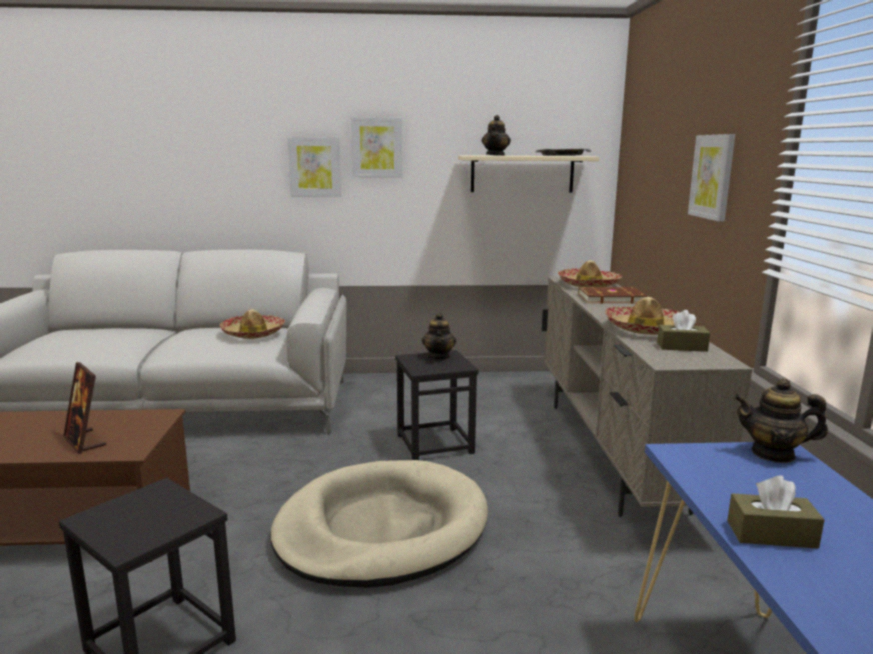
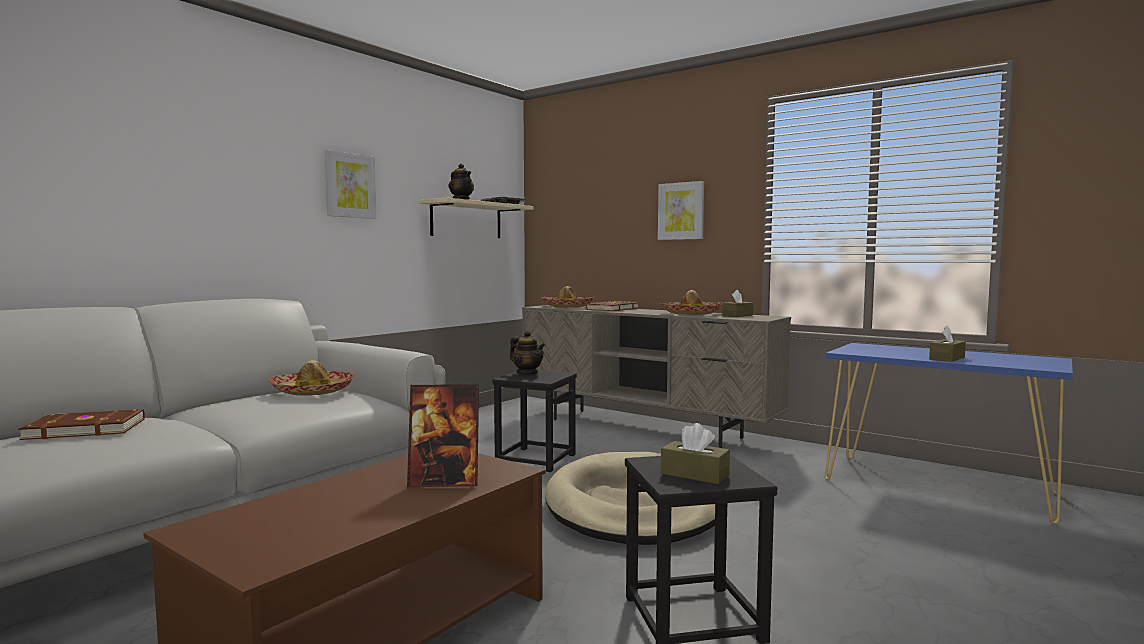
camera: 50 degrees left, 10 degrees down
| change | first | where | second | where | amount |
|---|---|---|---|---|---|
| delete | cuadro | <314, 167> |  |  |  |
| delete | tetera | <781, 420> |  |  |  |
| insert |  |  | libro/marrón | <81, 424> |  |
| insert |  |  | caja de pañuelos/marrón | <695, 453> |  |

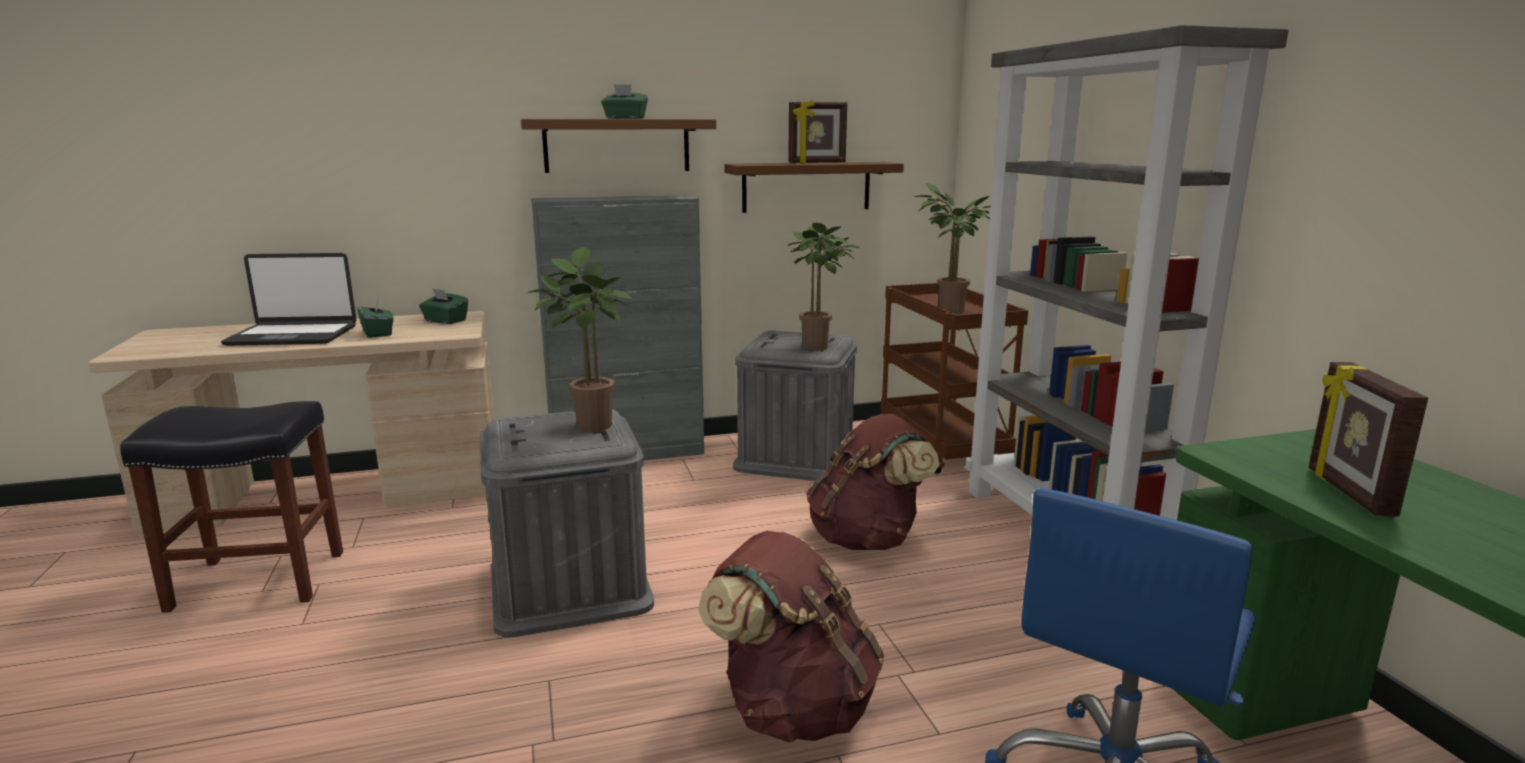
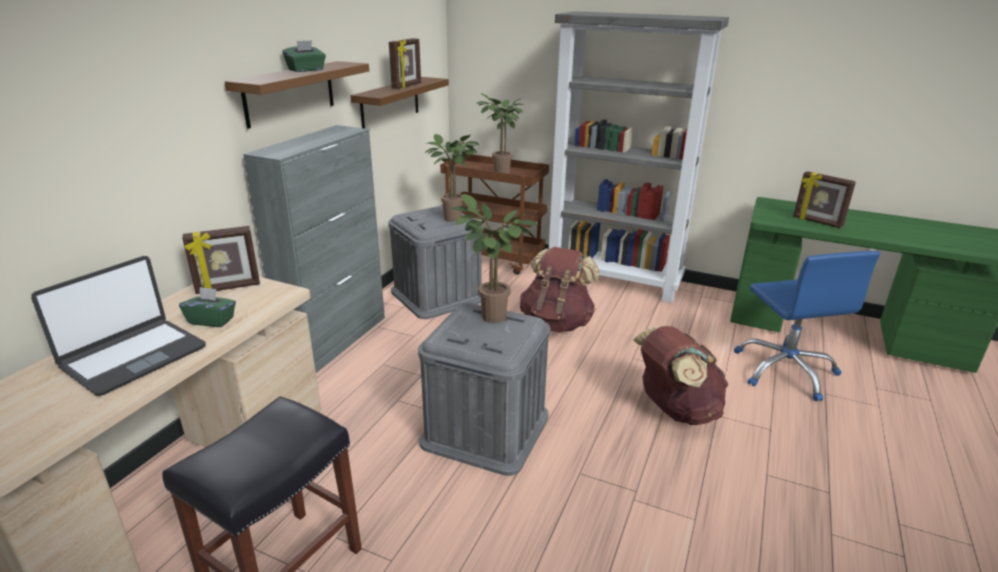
camera: 50 degrees left, 10 degrees up
| change | first | where | second | where | amount |
|---|---|---|---|---|---|
| replace | caja de pañuelos/verde | <443, 306> | portarretratos | <221, 260> |  |

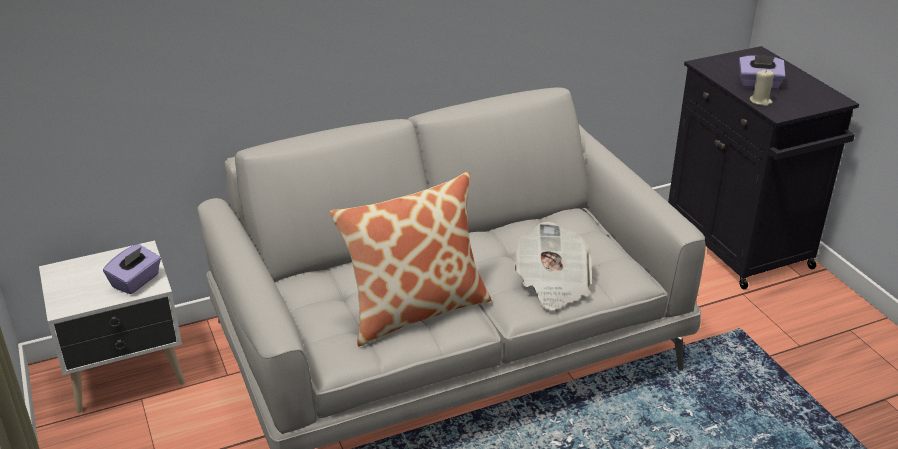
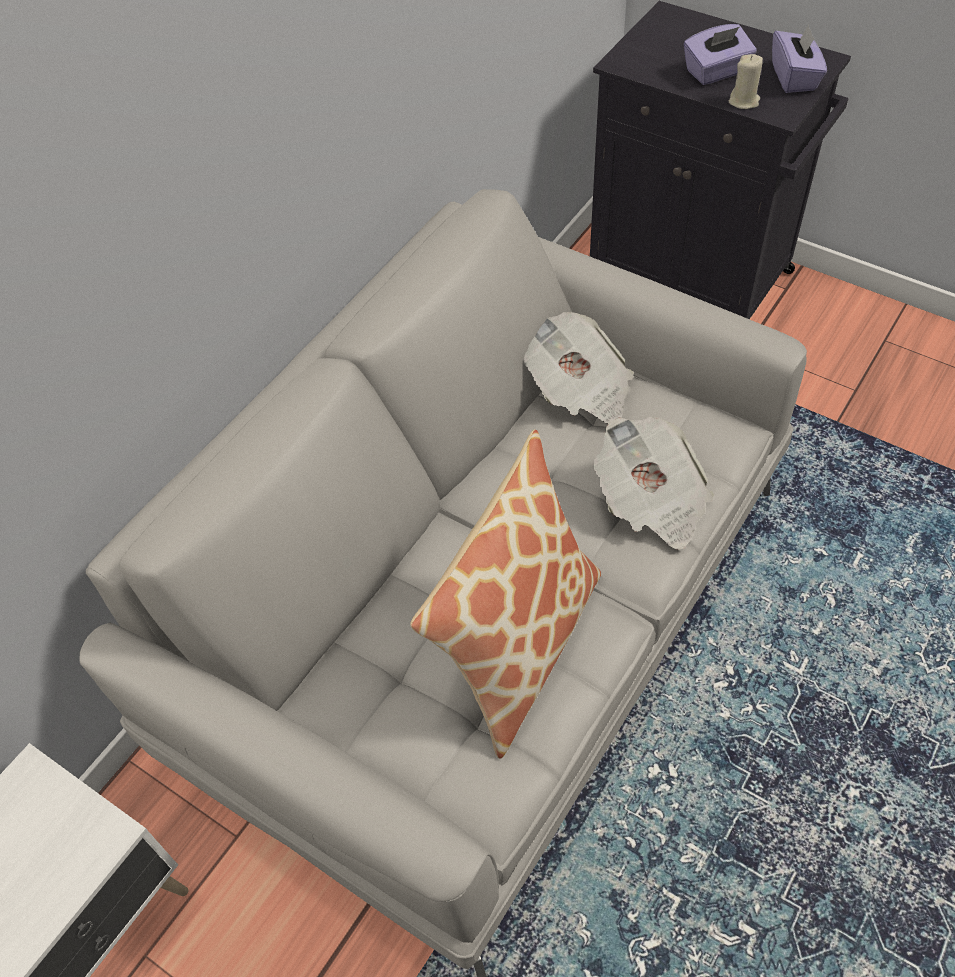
camera: 30 degrees left, 20 degrees up
| change | first | where | second | where | amount |
|---|---|---|---|---|---|
| move | caja de pañuelos/morado | <132, 269> |  | <799, 58> |  |
| insert |  |  | periódico | <579, 368> |  |

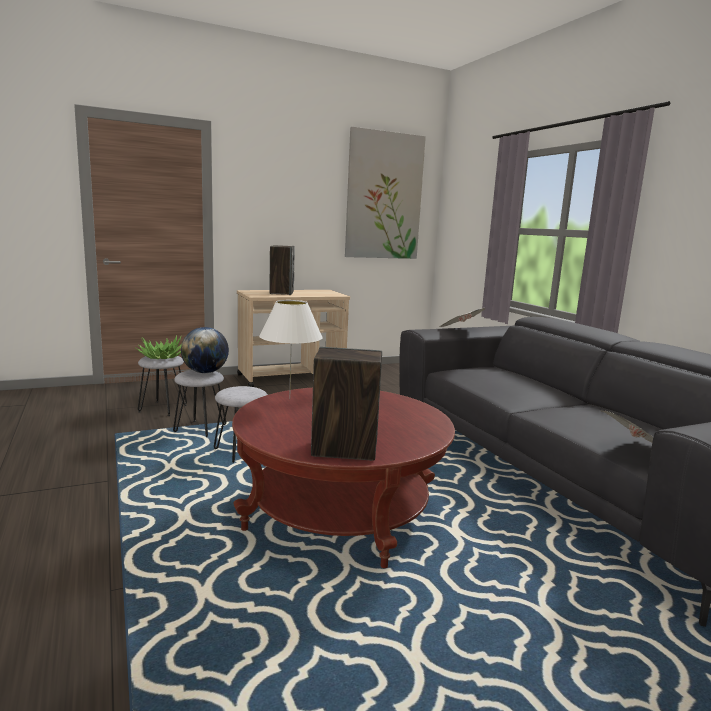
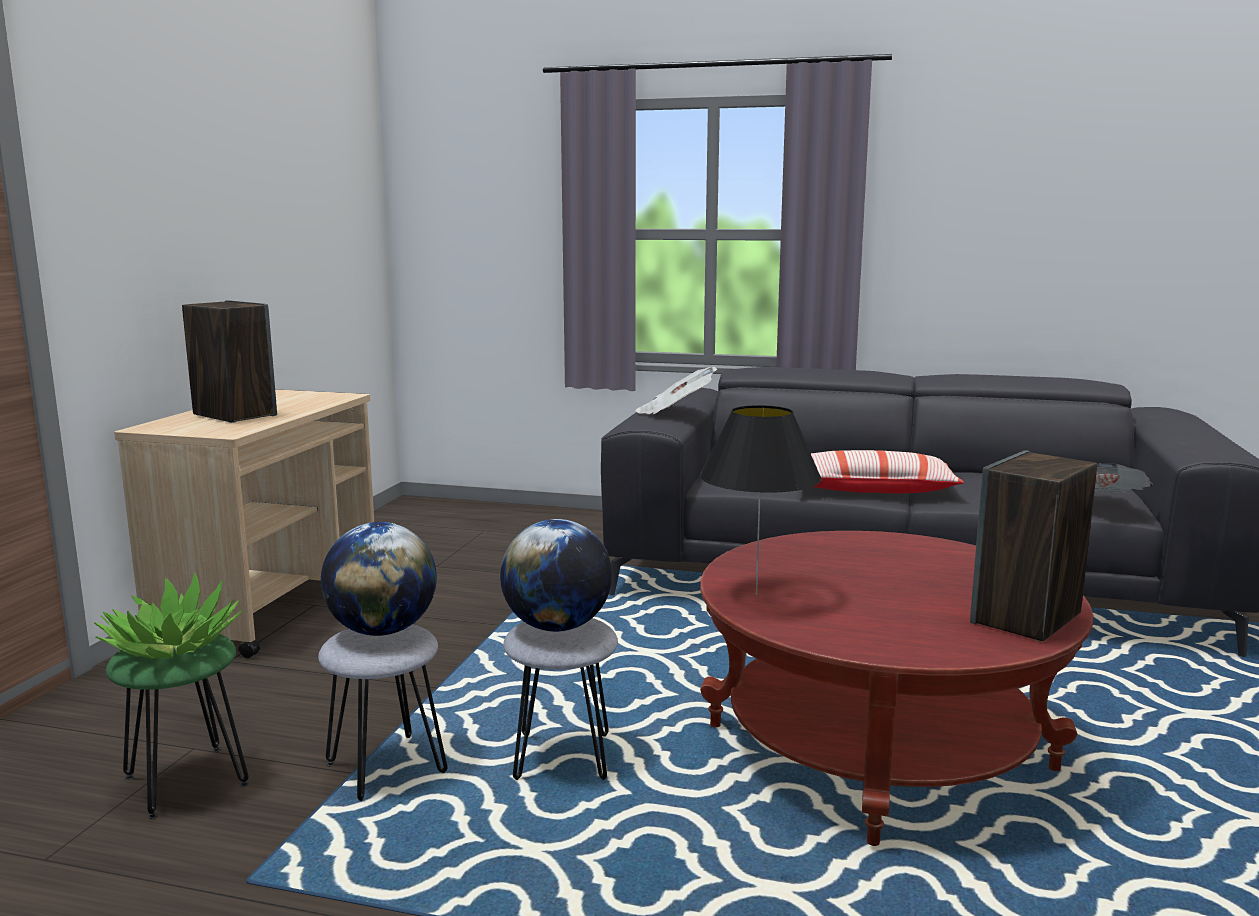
camera: 50 degrees left, 0 degrees up
| change | first | where | second | where | amount |
|---|---|---|---|---|---|
| recolor | taburete/gris | <162, 385> | taburete/verde | <177, 726> |  |
| recolor | lámpara de mesa/blanco | <291, 349> | lámpara de mesa/negro | <761, 500> |  |
| delete | cuadro | <385, 193> |  |  |  |
| insert |  |  | globo terráqueo | <556, 575> |  |
| insert |  |  | cojín | <887, 471> |  |

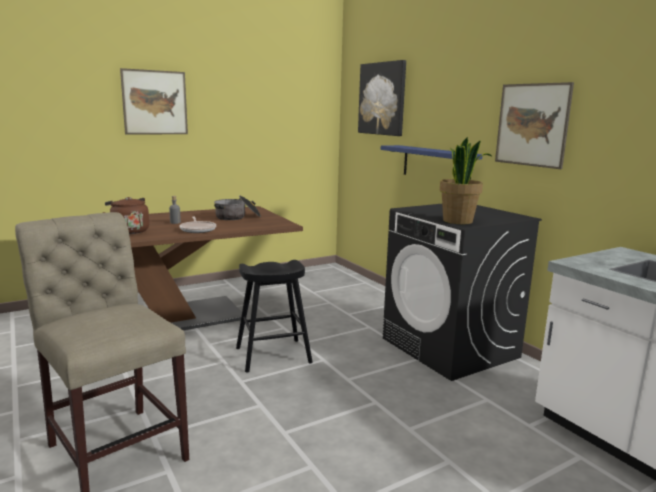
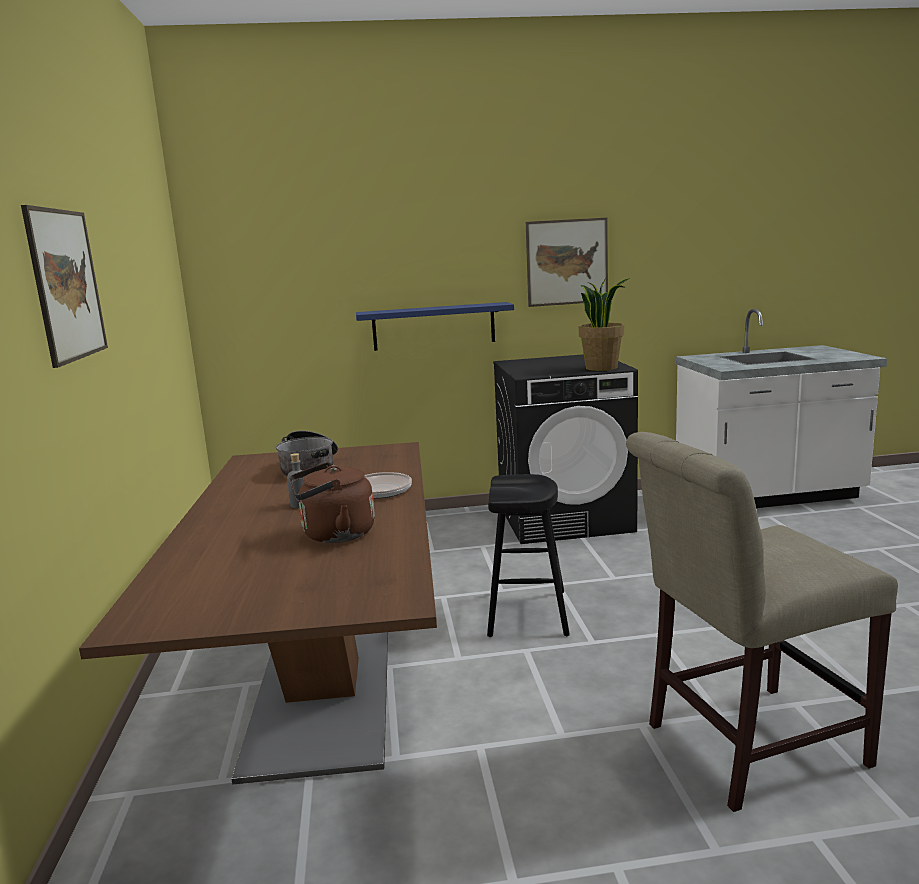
camera: 65 degrees left, 0 degrees up
| change | first | where | second | where | amount |
|---|---|---|---|---|---|
| delete | cuadro | <382, 98> |  |  |  |

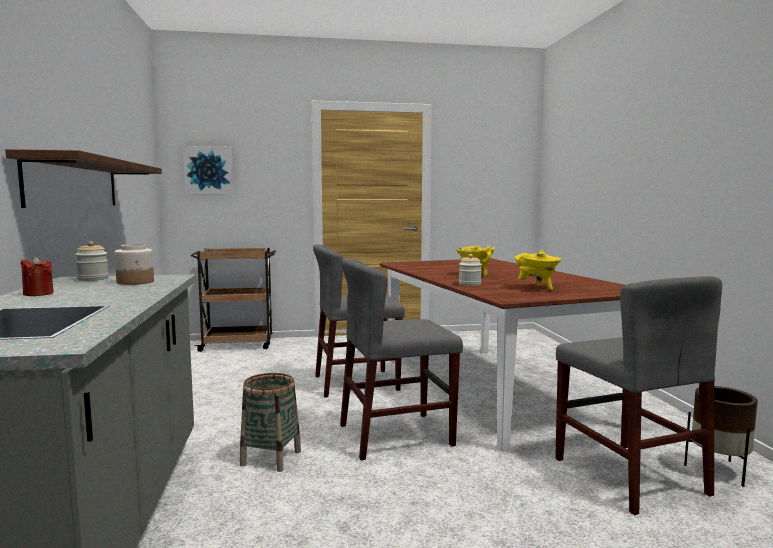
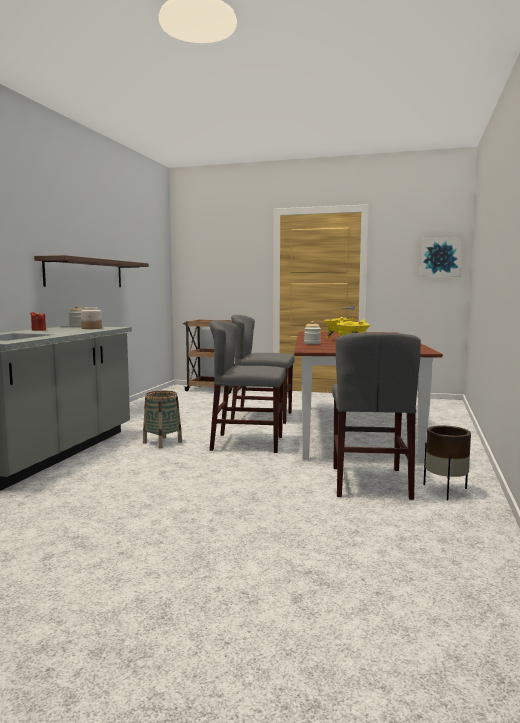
camera: 25 degrees right, 0 degrees up
| change | first | where | second | where | amount |
|---|---|---|---|---|---|
| move | cuadro | <208, 170> |  | <442, 257> |  |

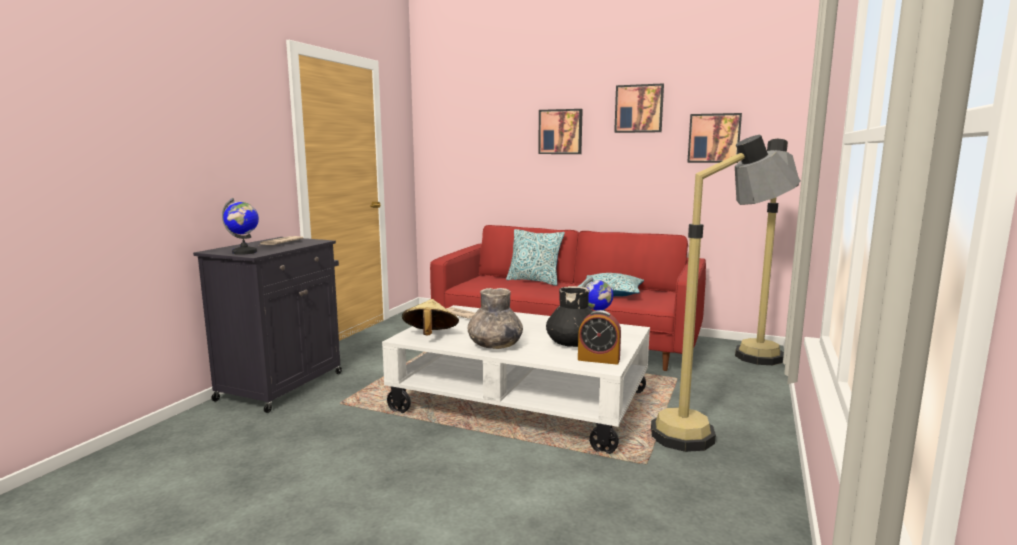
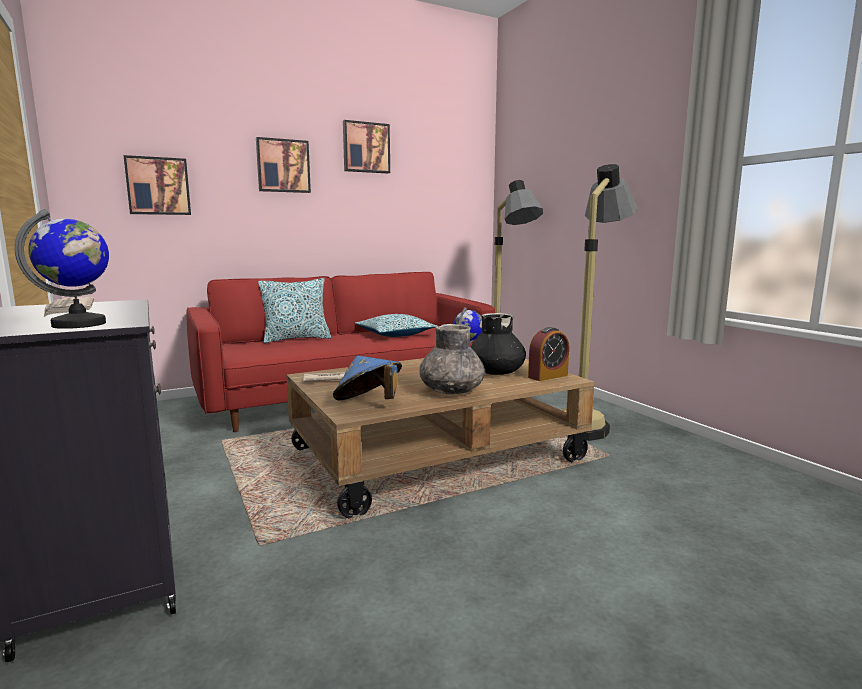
camera: 50 degrees left, 0 degrees up
| change | first | where | second | where | amount |
|---|---|---|---|---|---|
| recolor | mesa de centro/blanco | <516, 379> | mesa de centro/marrón | <440, 438> |  |
| recolor | sombrero/beis | <430, 317> | sombrero/azul | <367, 378> |  |
| move | cuadro | <714, 138> |  | <157, 185> |  |

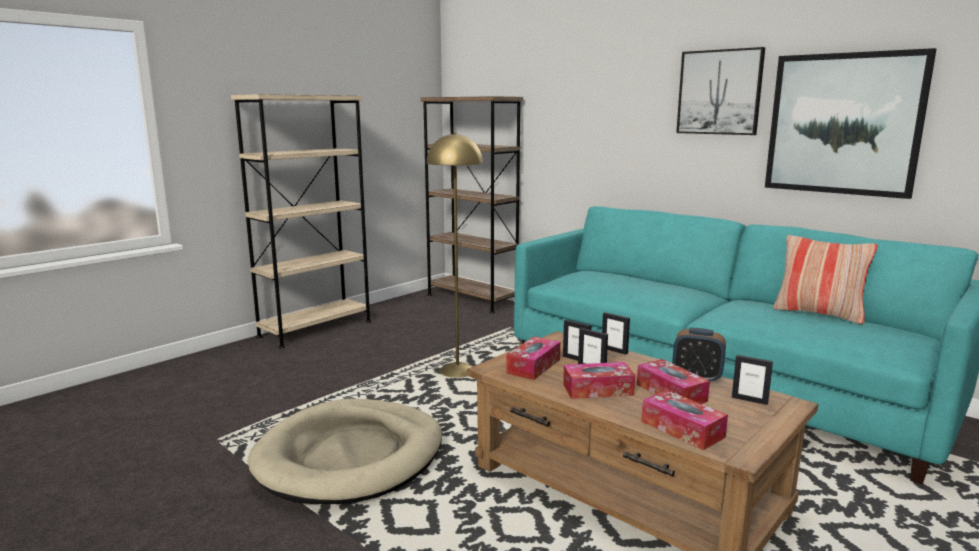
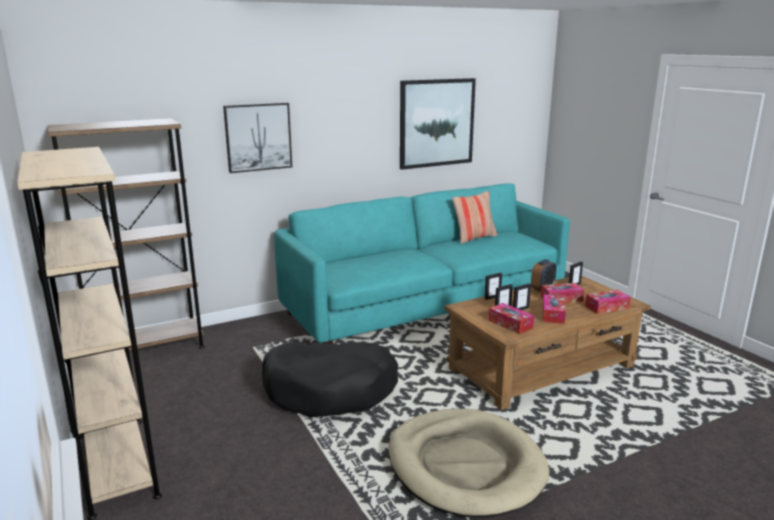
camera: 70 degrees left, 5 degrees up
| change | first | where | second | where | amount |
|---|---|---|---|---|---|
| replace | lámpara de pie/amarillo | <455, 255> | cama para perro/negro | <330, 379> |  |
| move | cuadro | <720, 91> |  | <257, 138> |  |

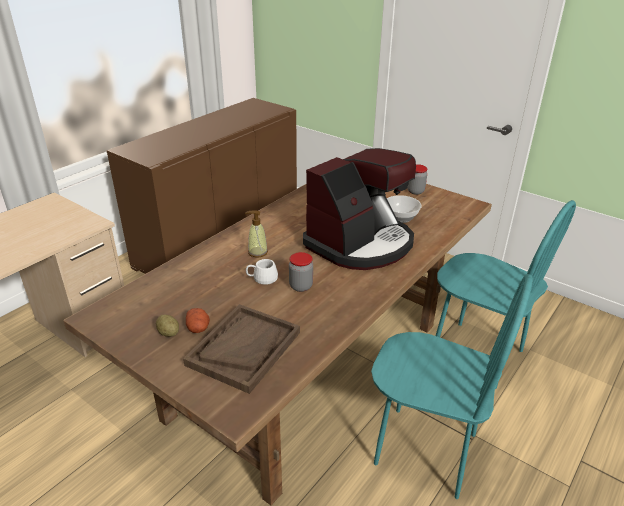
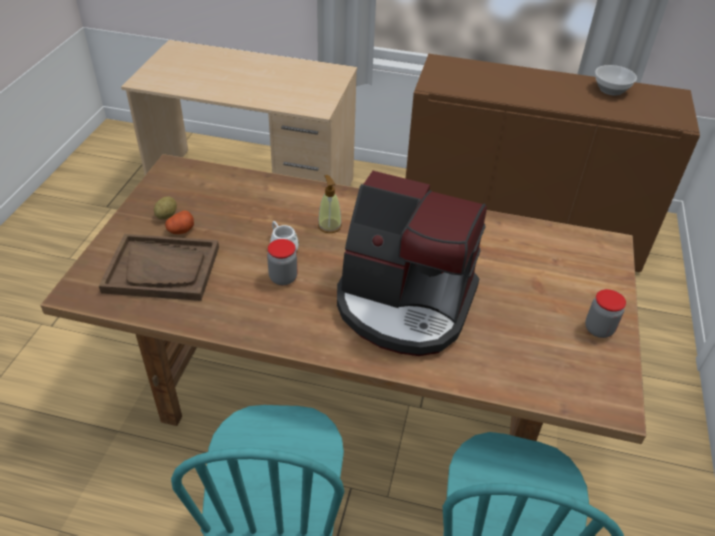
camera: 65 degrees right, 10 degrees up
| change | first | where | second | where | amount |
|---|---|---|---|---|---|
| move | cuenco | <404, 209> |  | <616, 80> |  |

